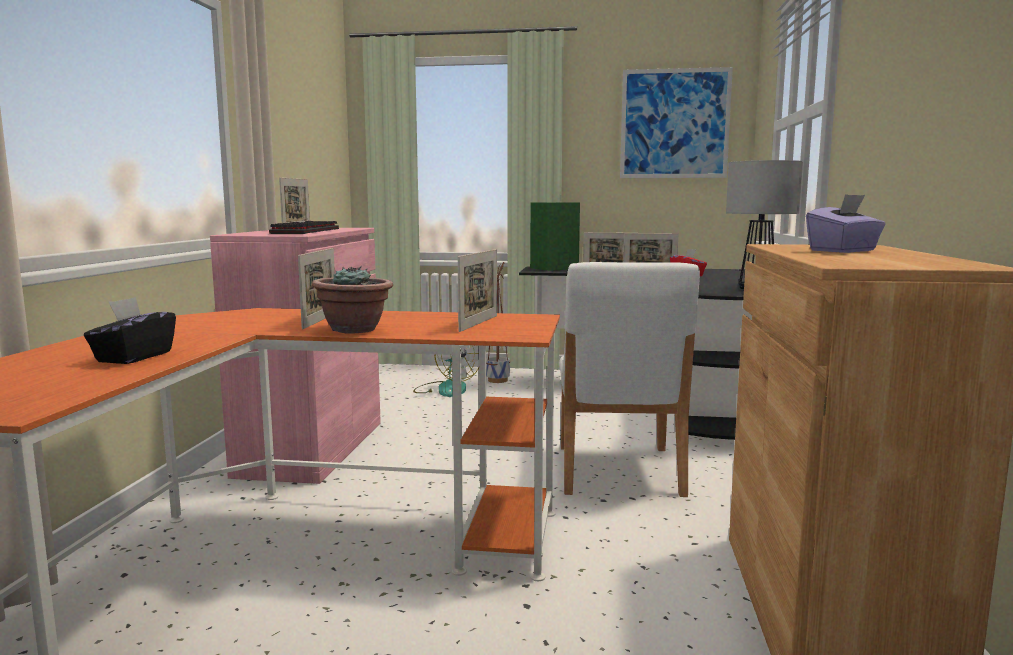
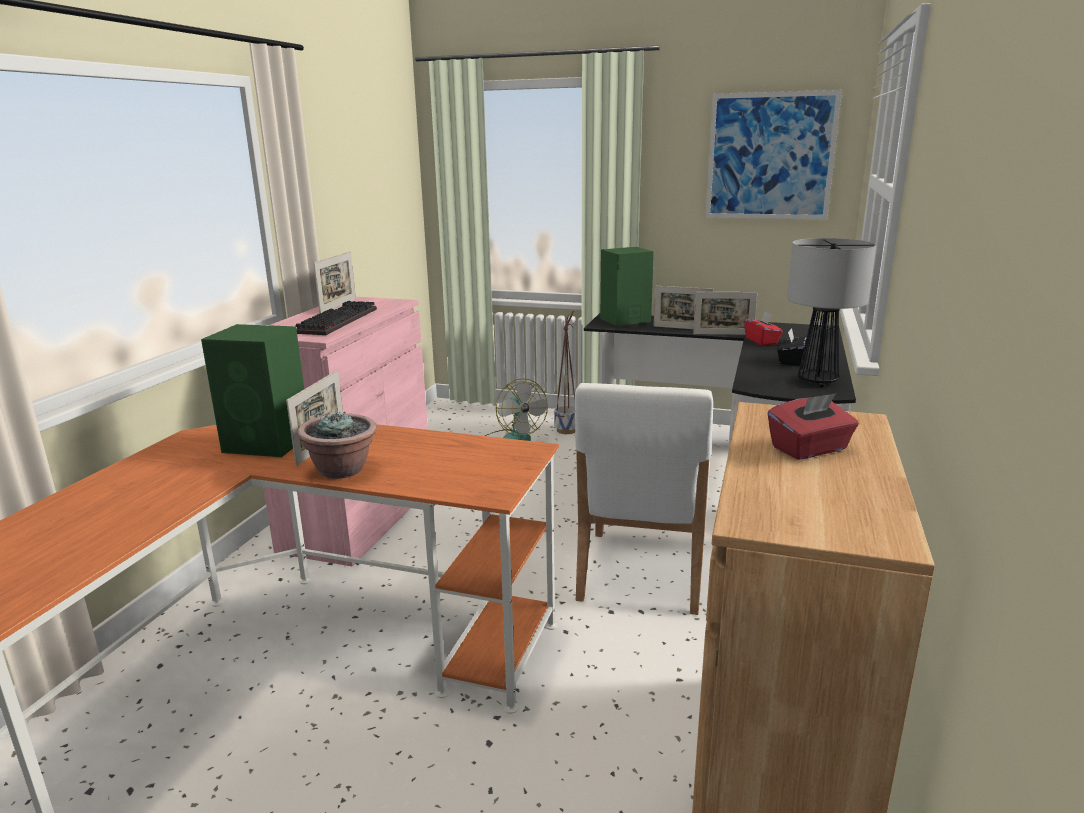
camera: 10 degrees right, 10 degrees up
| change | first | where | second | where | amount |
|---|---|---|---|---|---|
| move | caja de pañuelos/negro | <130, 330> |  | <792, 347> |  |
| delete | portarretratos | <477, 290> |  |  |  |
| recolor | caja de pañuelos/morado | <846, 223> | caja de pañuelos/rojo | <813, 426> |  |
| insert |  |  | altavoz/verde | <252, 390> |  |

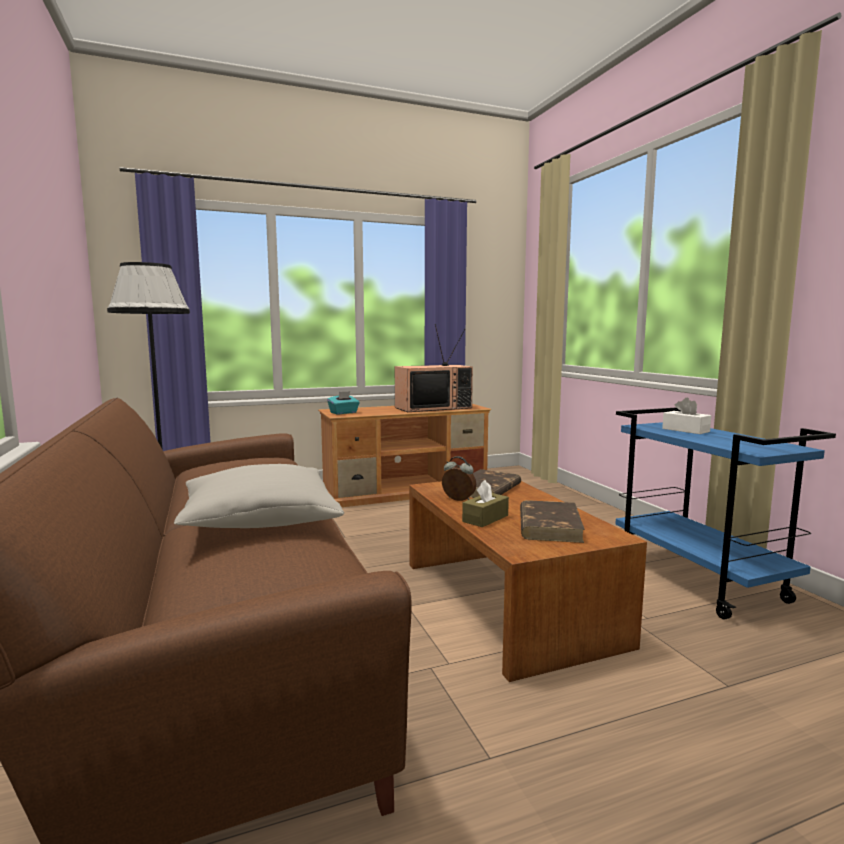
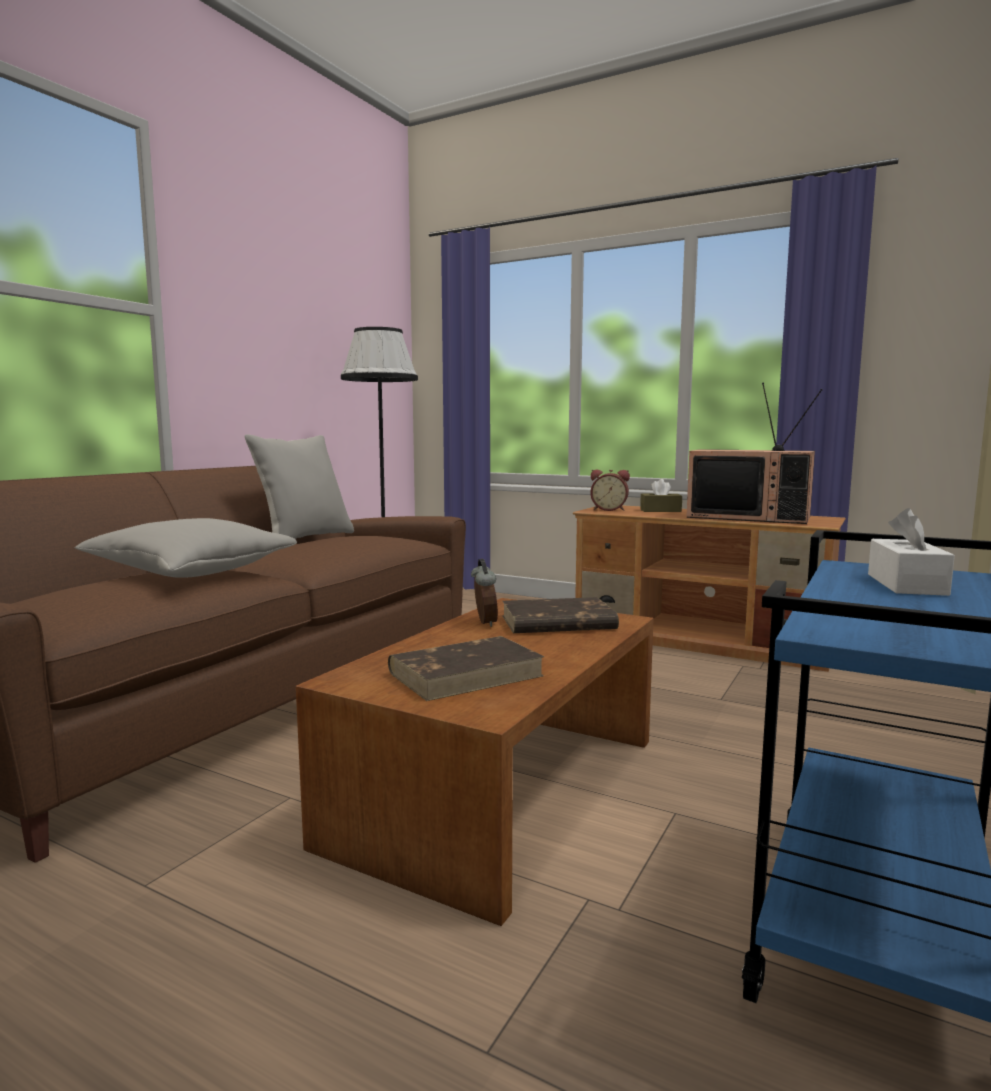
camera: 50 degrees right, 0 degrees up
| change | first | where | second | where | amount |
|---|---|---|---|---|---|
| replace | caja de pañuelos/turquesa | <343, 402> | despertador | <610, 490> |  |
| move | caja de pañuelos/marrón | <485, 503> |  | <661, 495> |  |
| insert |  |  | cojín/gris | <299, 487> |  |

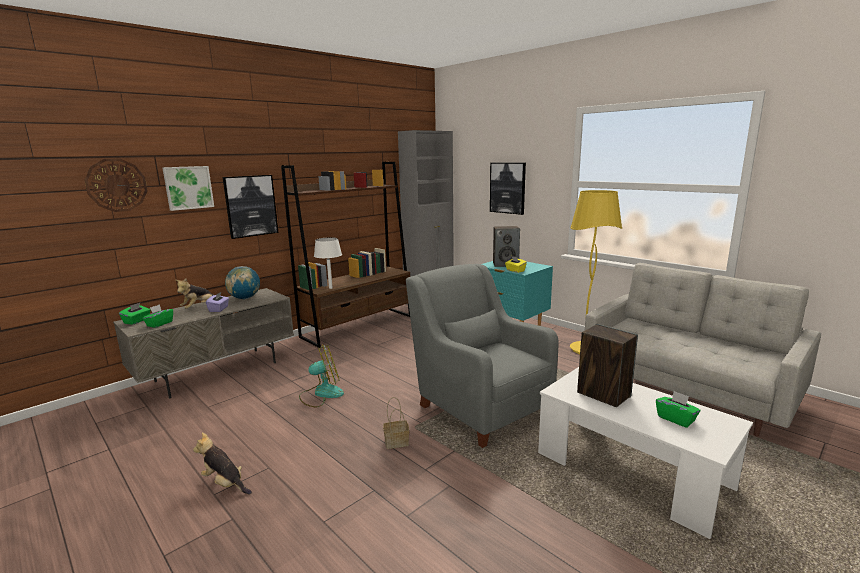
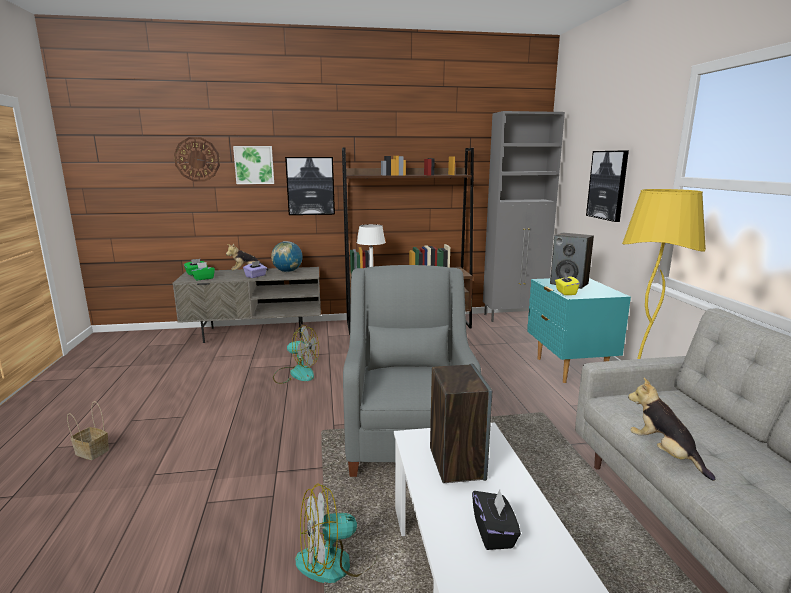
camera: 35 degrees right, 0 degrees up
| change | first | where | second | where | amount |
|---|---|---|---|---|---|
| move | peluche | <222, 463> |  | <671, 429> |  |
| move | cesta | <396, 423> |  | <88, 430> |  |
| recolor | caja de pañuelos/verde | <678, 409> | caja de pañuelos/negro | <496, 519> |  |
| insert |  |  | ventilador | <336, 533> |  |

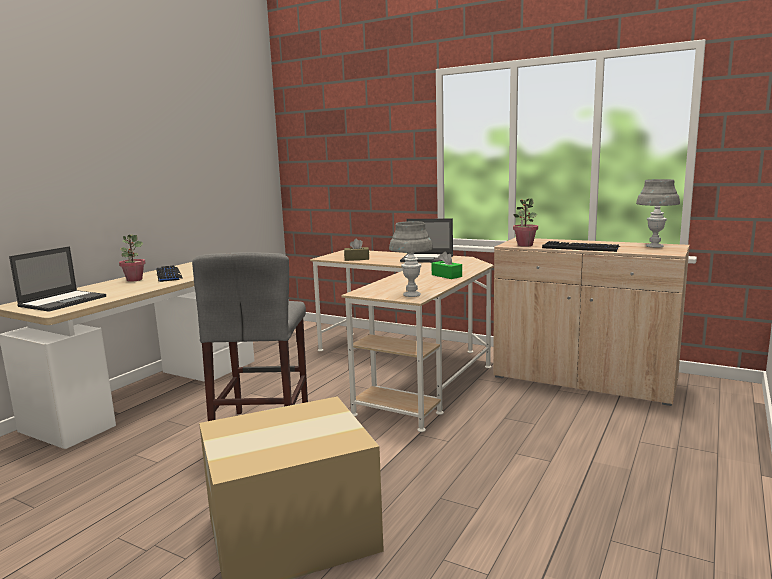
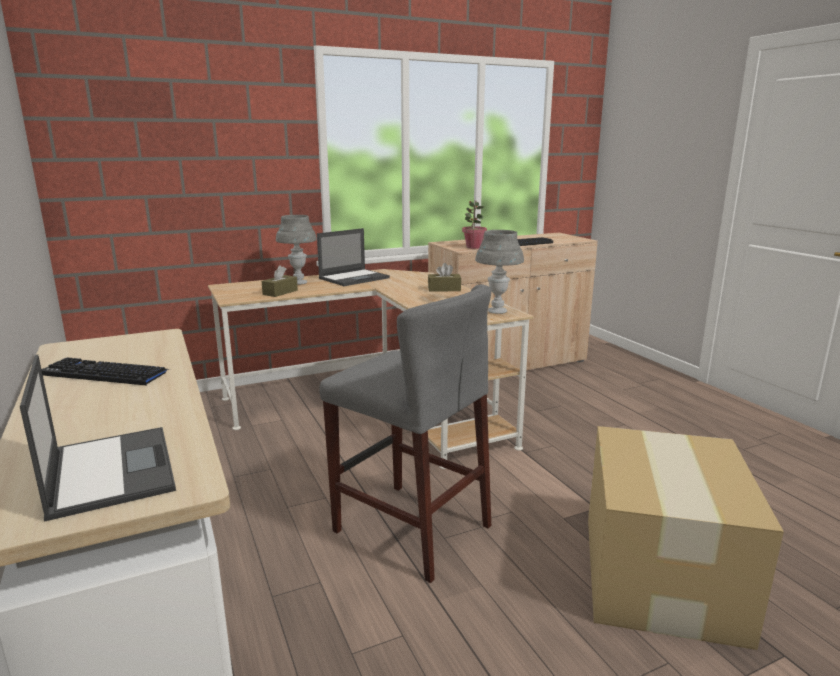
camera: 55 degrees left, 5 degrees up
| change | first | where | second | where | amount |
|---|---|---|---|---|---|
| delete | planta en maceta | <132, 258> |  |  |  |
| recolor | caja de pañuelos/verde | <446, 265> | caja de pañuelos/marrón | <444, 277> |  |
| move | lámpara de mesa/gris | <658, 213> |  | <296, 250> |  |

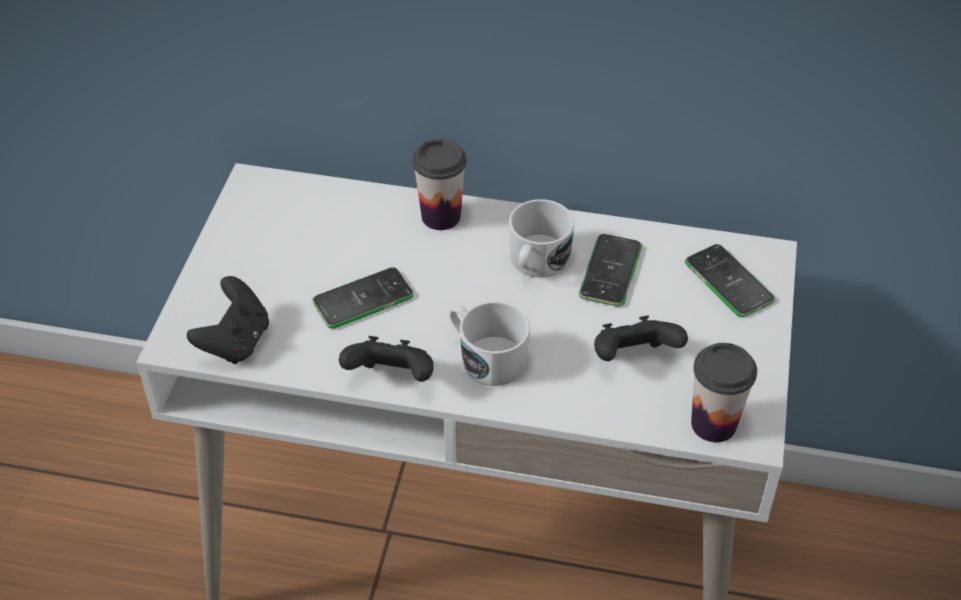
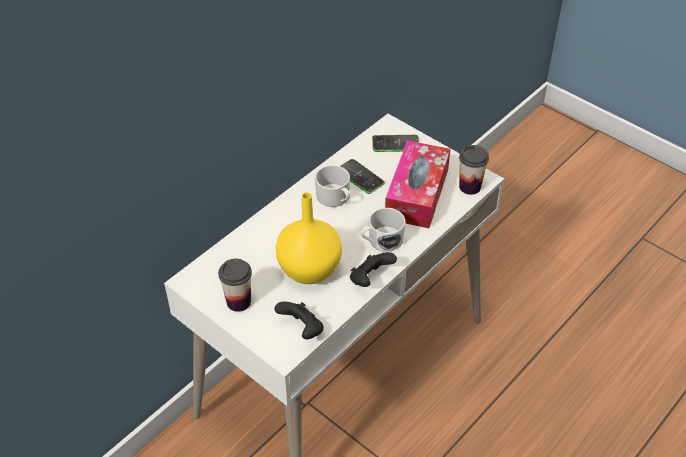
camera: 60 degrees left, 0 degrees up
| change | first | where | second | where | amount |
|---|---|---|---|---|---|
| replace | móvil | <363, 298> | florero/amarillo | <309, 238> |  |
| move | taza | <439, 184> |  | <235, 285> |  |
| replace | mando de consola/negro | <641, 338> | caja de pañuelos | <418, 184> |  |

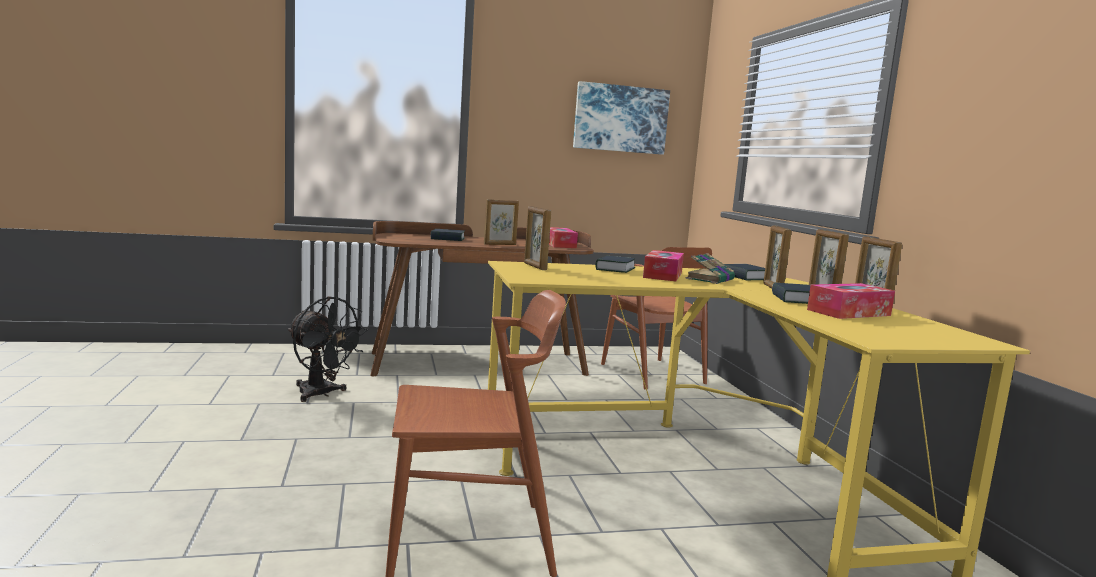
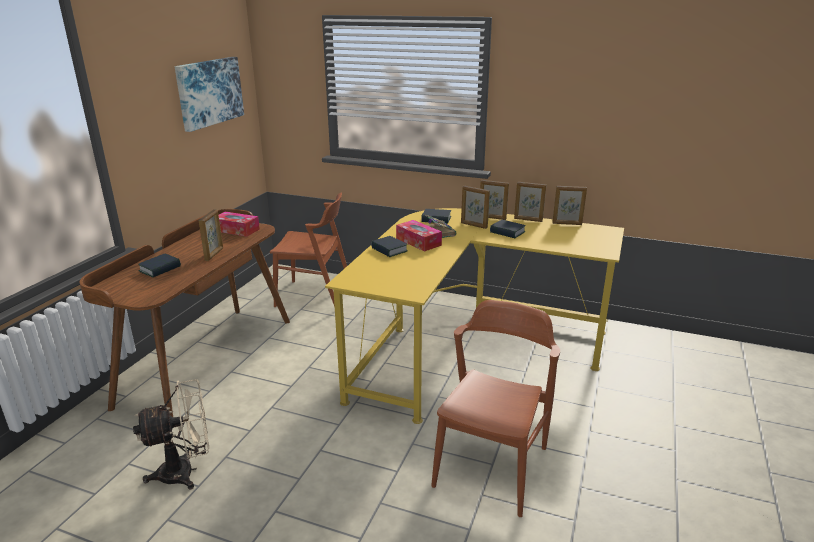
camera: 55 degrees left, 15 degrees up
| change | first | where | second | where | amount |
|---|---|---|---|---|---|
| recolor | ventilador/negro | <328, 349> | ventilador/beis | <171, 434> |  |
| move | portarretratos | <537, 238> |  | <570, 205> |  |
| delete | caja de pañuelos | <851, 301> |  |  |  |

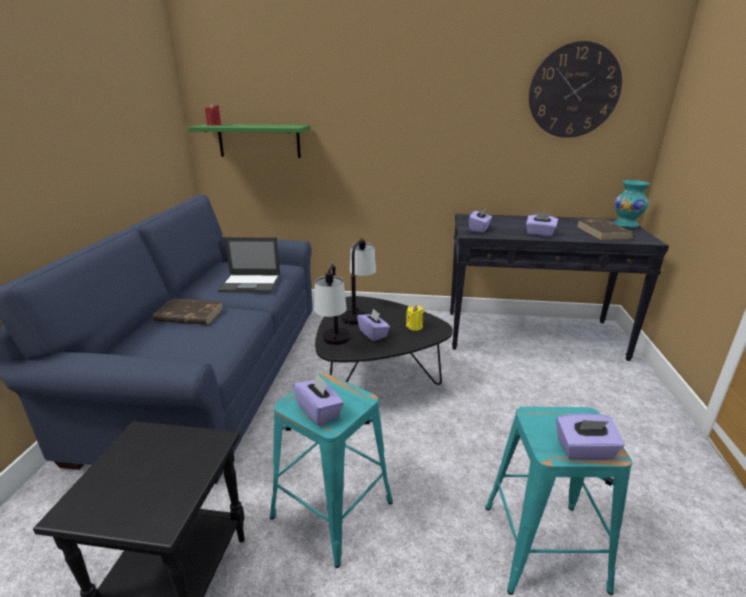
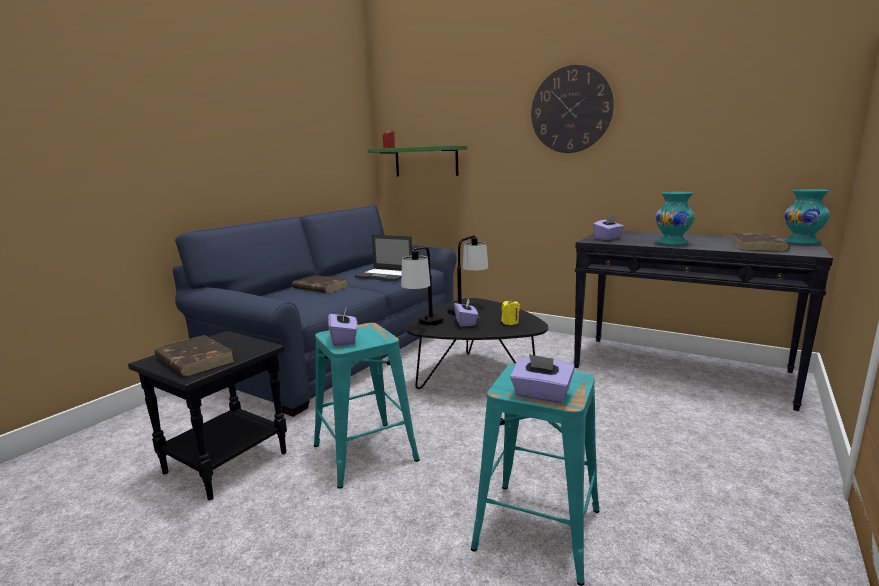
camera: 25 degrees right, 10 degrees down
| change | first | where | second | where | amount |
|---|---|---|---|---|---|
| replace | caja de pañuelos/morado | <542, 224> | florero/turquesa | <675, 218> |  |
| move | reloj de pared | <575, 89> |  | <572, 109> |  |
| insert |  |  | libro/marrón | <195, 355> |  |

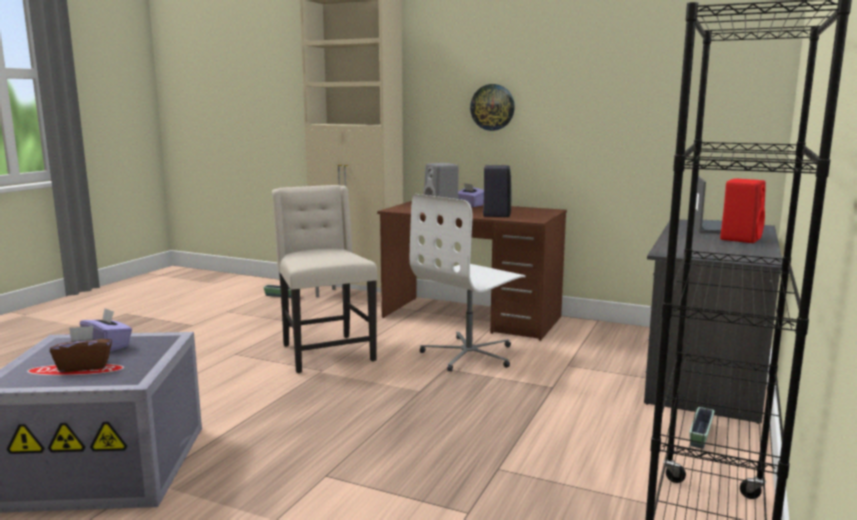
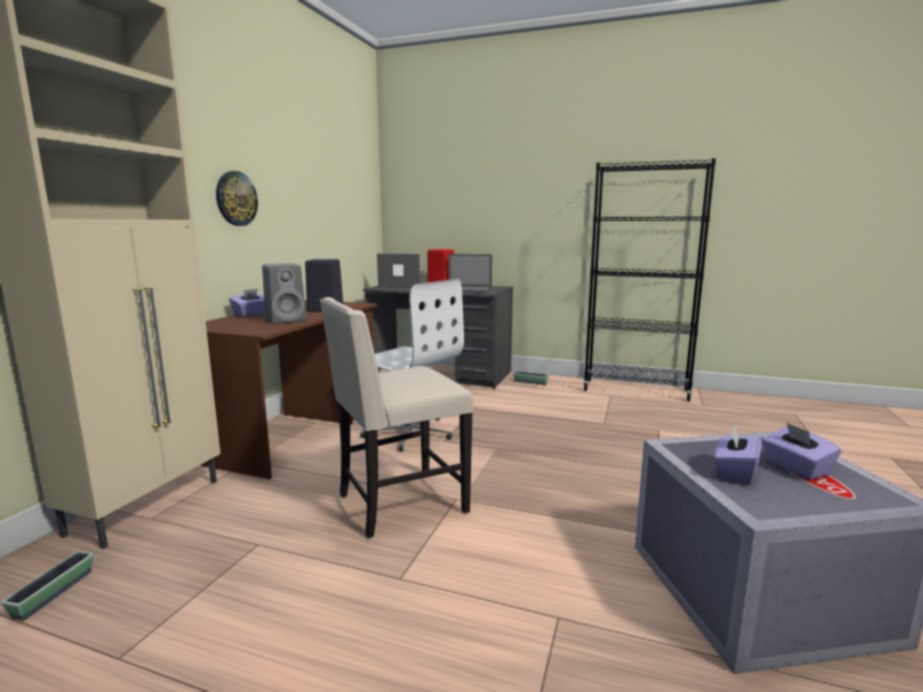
camera: 95 degrees left, 0 degrees up
| change | first | where | second | where | amount |
|---|---|---|---|---|---|
| recolor | caja de pañuelos/marrón | <81, 349> | caja de pañuelos/morado | <801, 451> |  |
| insert |  |  | portátil | <470, 273> |  |

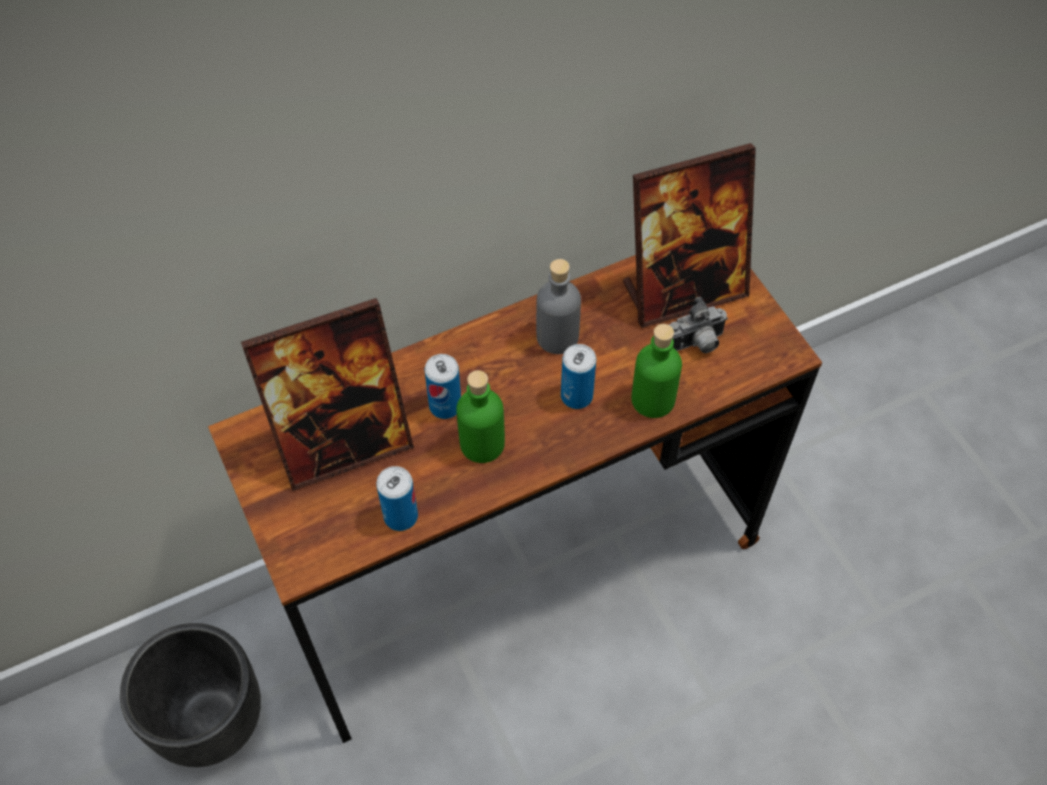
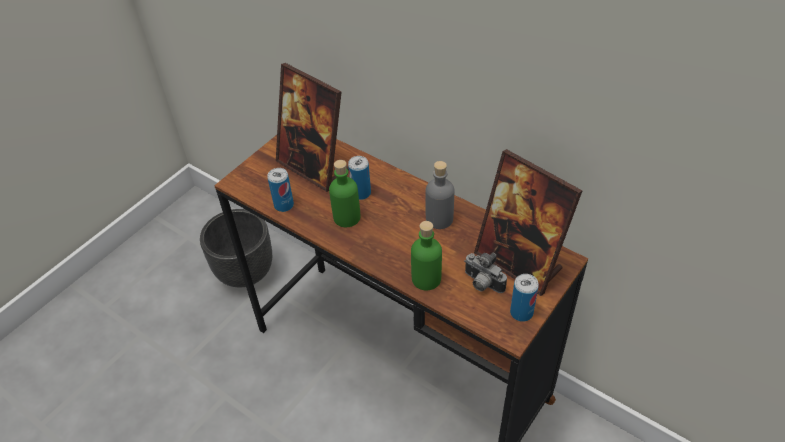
camera: 65 degrees right, 10 degrees down
| change | first | where | second | where | amount |
|---|---|---|---|---|---|
| move | lata | <578, 376> |  | <524, 298> |  |

